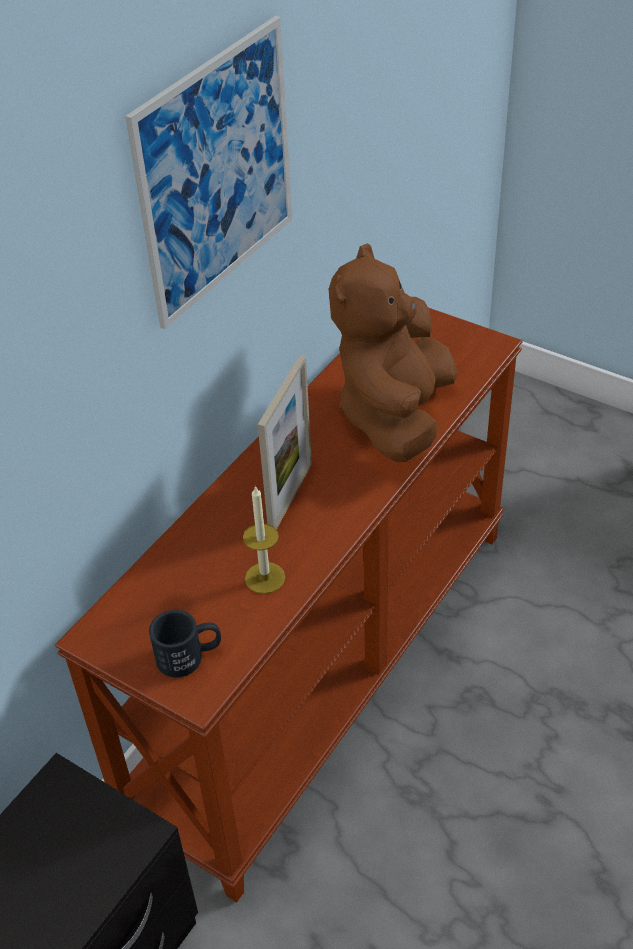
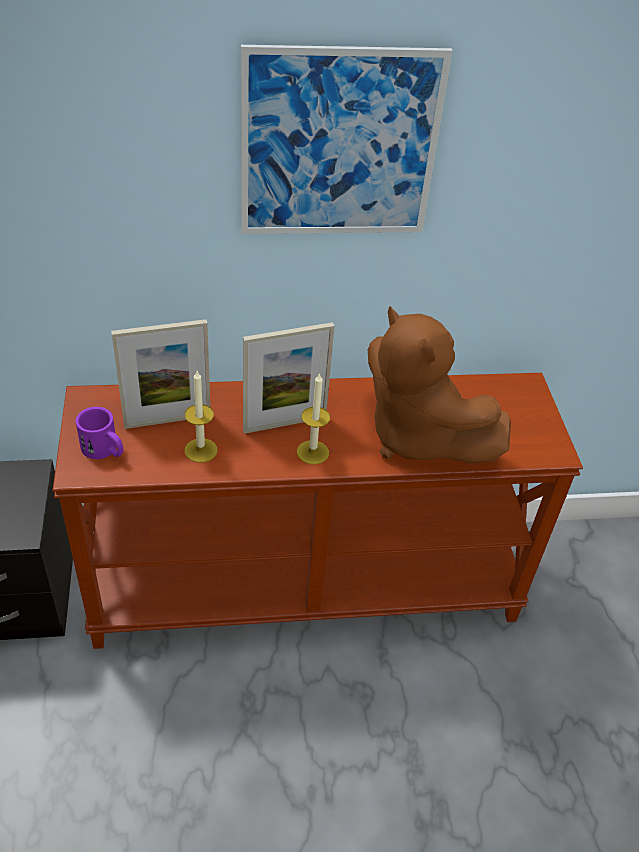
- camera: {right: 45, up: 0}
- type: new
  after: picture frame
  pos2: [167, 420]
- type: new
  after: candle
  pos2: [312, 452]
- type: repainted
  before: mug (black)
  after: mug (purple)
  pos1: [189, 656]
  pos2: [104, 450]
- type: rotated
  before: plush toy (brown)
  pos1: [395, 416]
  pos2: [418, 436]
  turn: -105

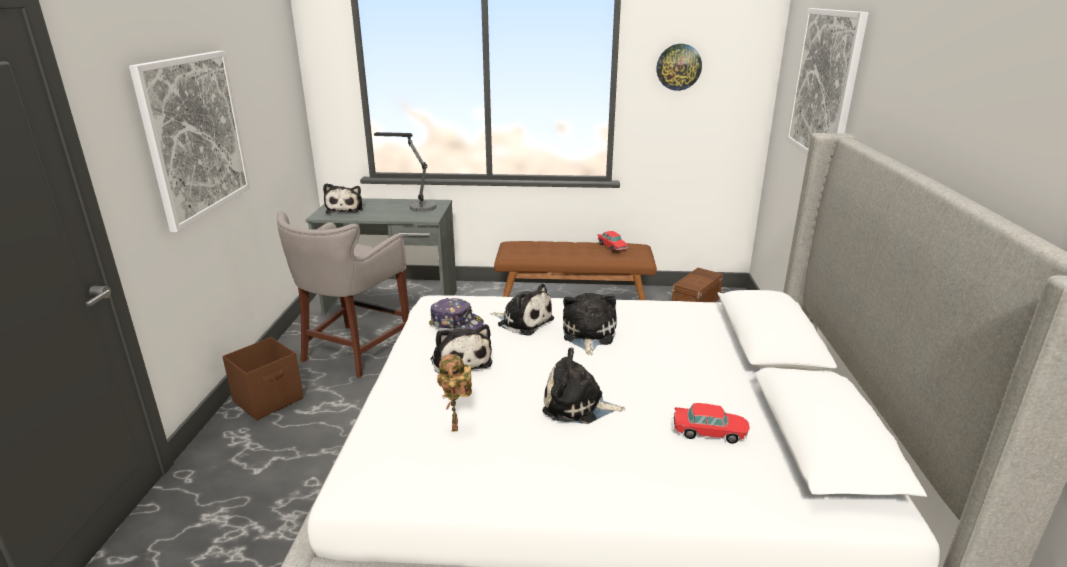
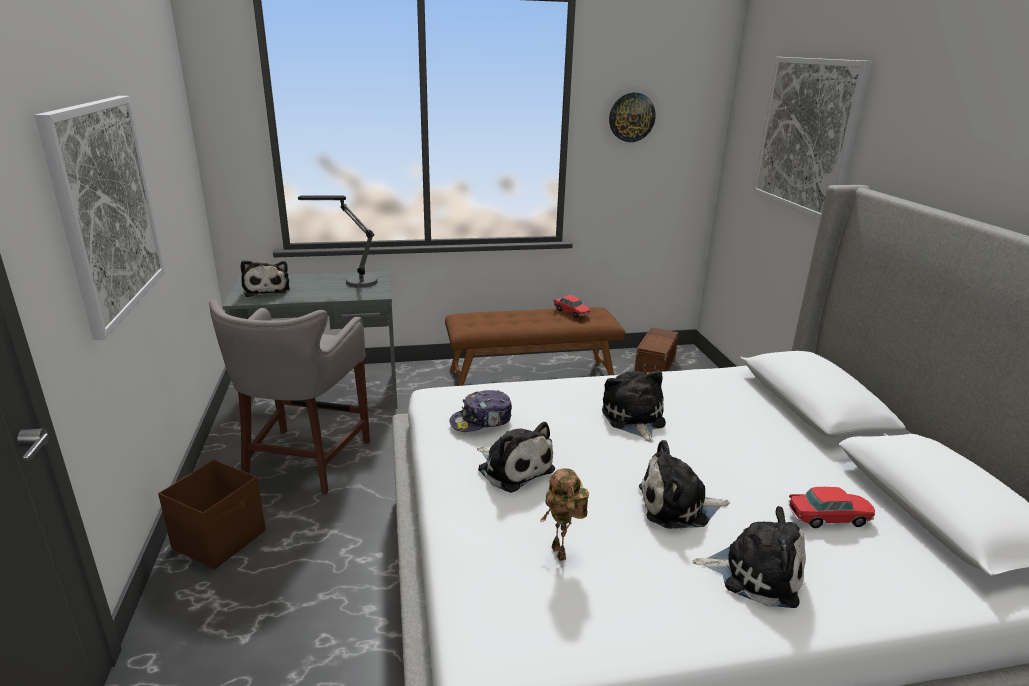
- camera: {right: -15, up: 0}
- type: shifted
  before: plush toy
  pos1: [523, 321]
  pos2: [755, 572]
- type: rotated
  before: cap
  pos1: [456, 323]
  pos2: [482, 421]
  turn: 150

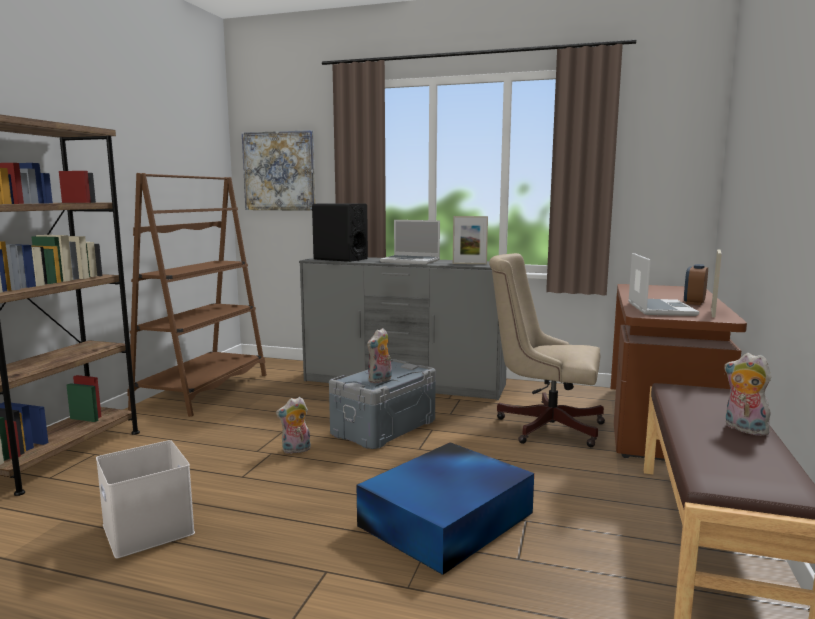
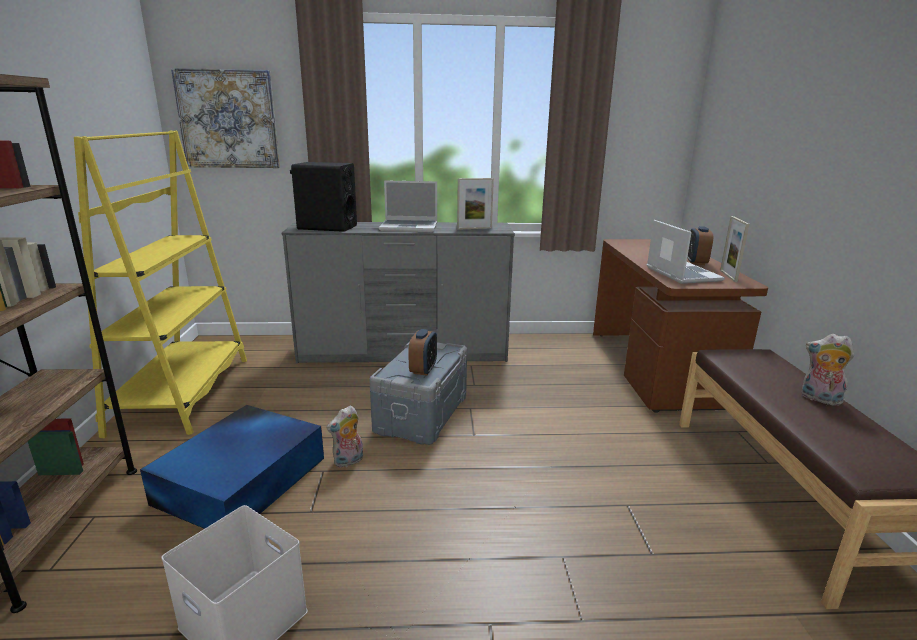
- camera: {right: -20, up: 10}
- type: gone
  before: office chair (beige)
  pos1: [543, 426]
- type: shifted
  before: storage box (blue)
  pos1: [448, 518]
  pos2: [244, 479]
- type: swapped
  before: plush toy
  after: alarm clock
  pos1: [380, 380]
  pos2: [423, 370]
- type: repainted
  before: bookcase (brown)
  after: bookcase (yellow)
  pos1: [203, 391]
  pos2: [183, 394]

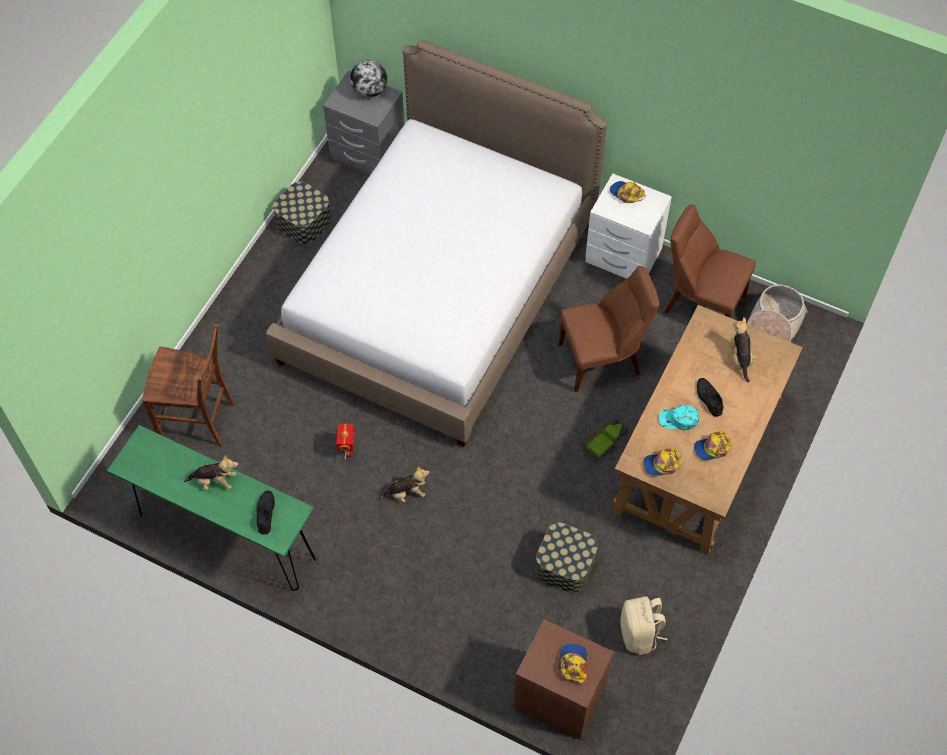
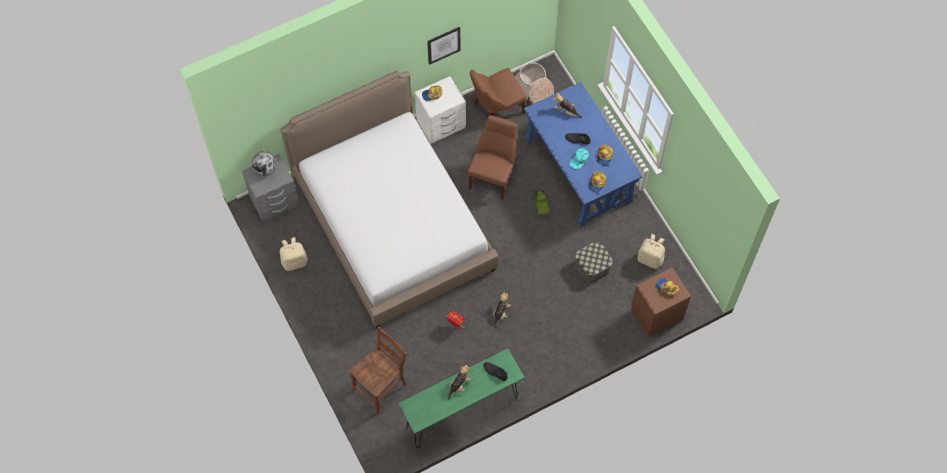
- camera: {right: -55, up: 5}
- type: new
  after: picture
  pos2: [443, 45]
- type: swapped
  before: storage box
  after: backpack (beige)
  pos1: [304, 222]
  pos2: [294, 261]
- type: repainted
  before: desk (brown)
  after: desk (blue)
  pos1: [697, 456]
  pos2: [578, 170]

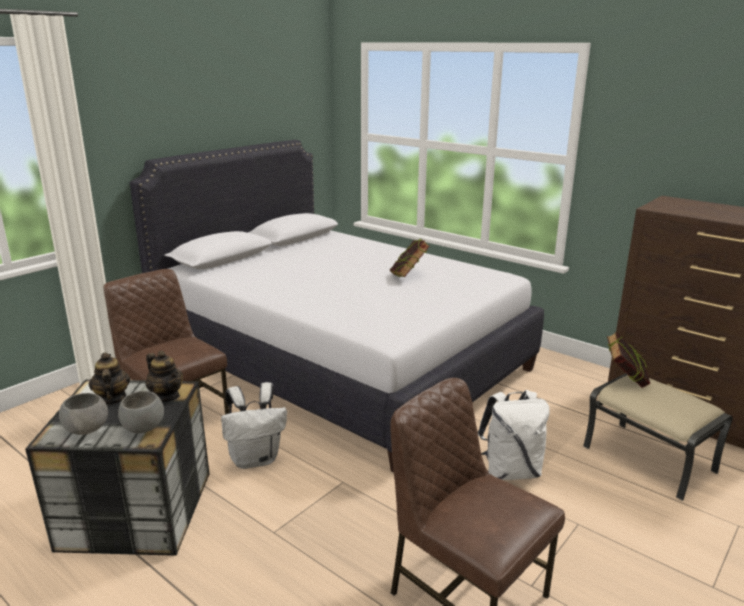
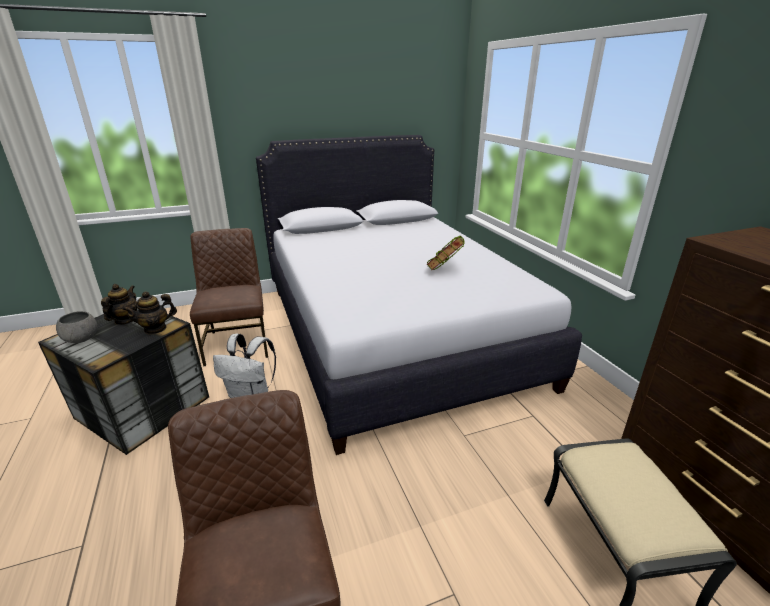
- camera: {right: 30, up: 5}
- type: gone
  before: bowl (grey)
  pos1: [143, 428]
- type: gone
  before: backpack (white)
  pos1: [510, 471]
- type: gone
  before: book
  pos1: [624, 381]
- type: rotated
  before: teapot
  pos1: [166, 396]
  pos2: [155, 329]
  turn: 75

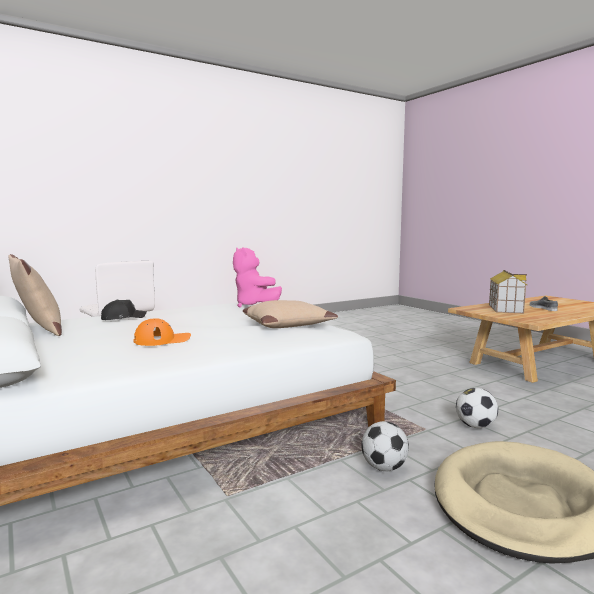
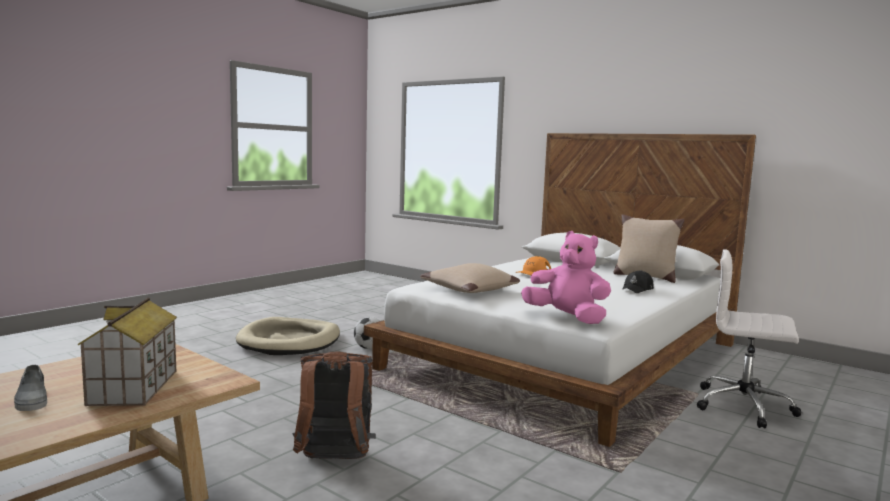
- camera: {right: 160, up: 0}
- type: gone
  before: football
  pos1: [475, 426]
- type: new
  after: backpack (brown)
  pos2: [334, 461]

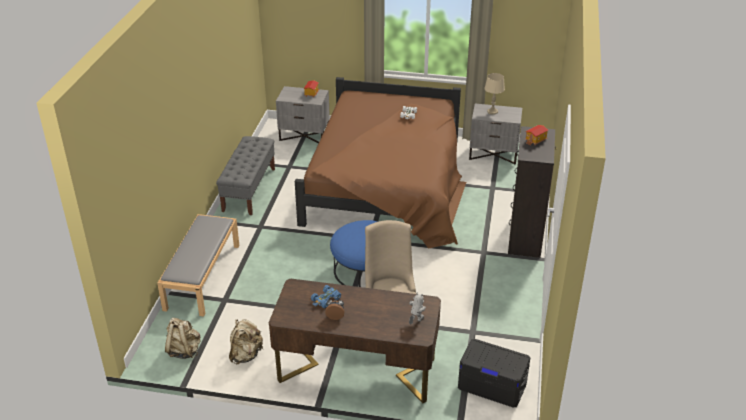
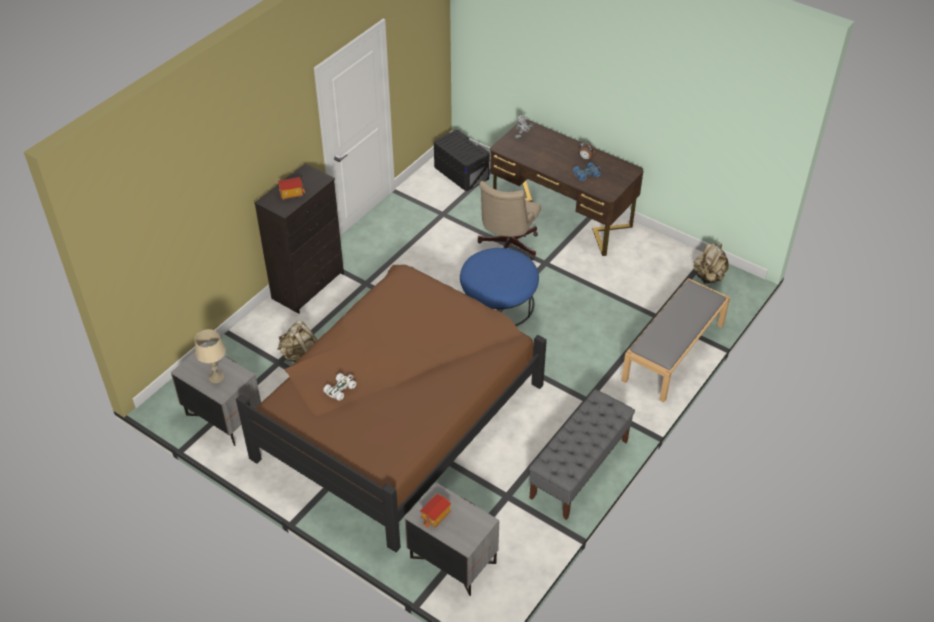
- camera: {right: -155, up: 10}
- type: shifted
  before: backpack (beige)
  pos1: [246, 355]
  pos2: [299, 355]

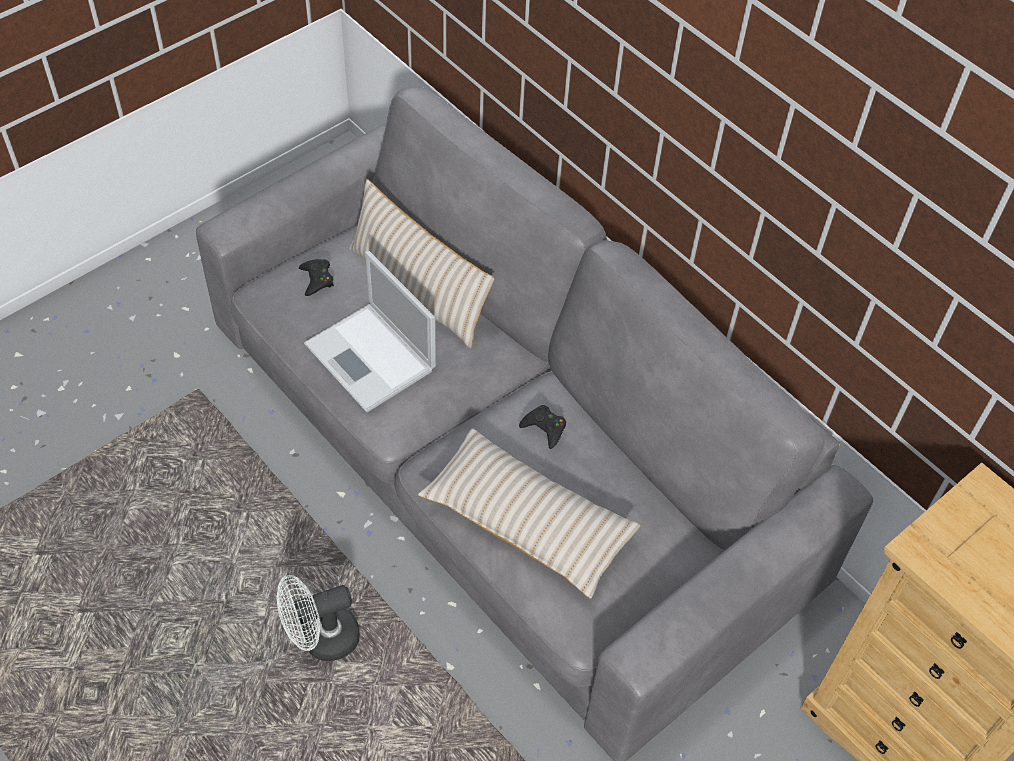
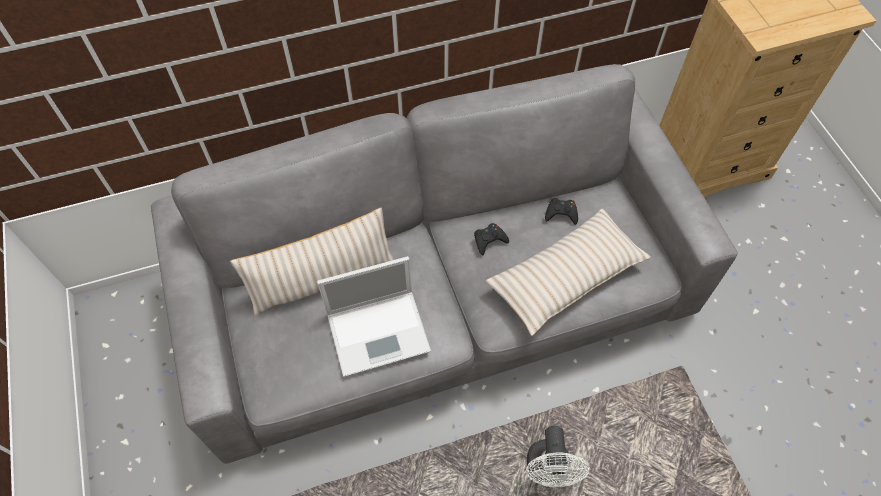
- camera: {right: -65, up: 5}
- type: shifted
  before: game controller (black)
  pos1: [317, 279]
  pos2: [561, 213]

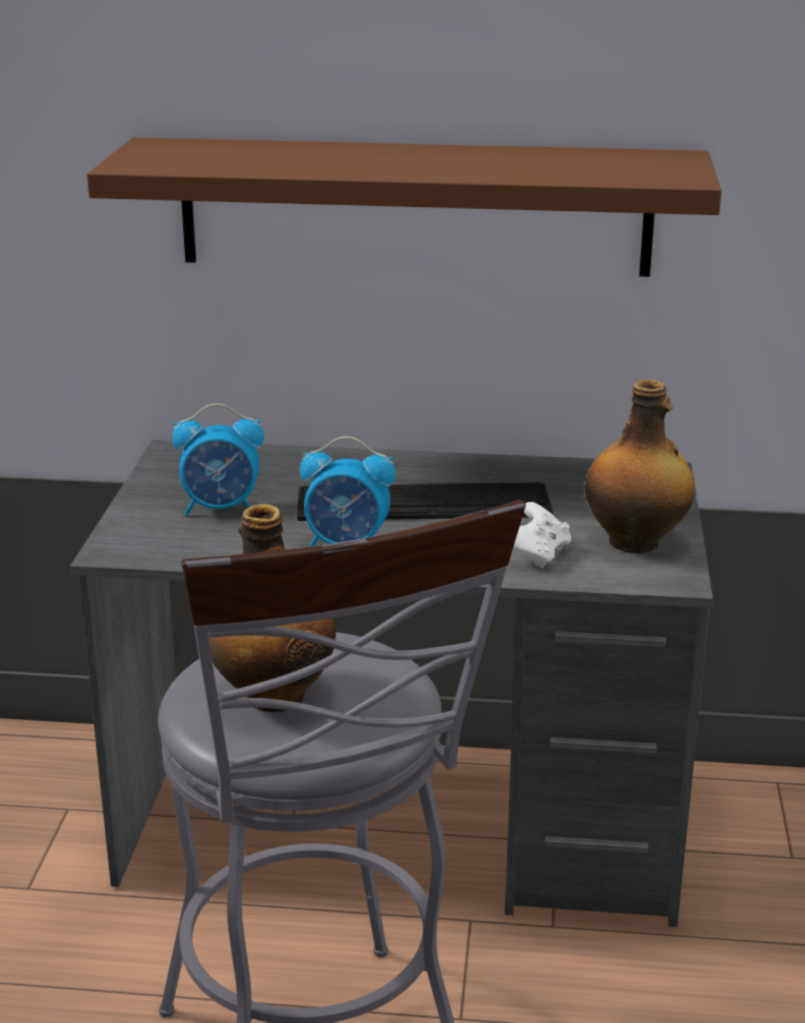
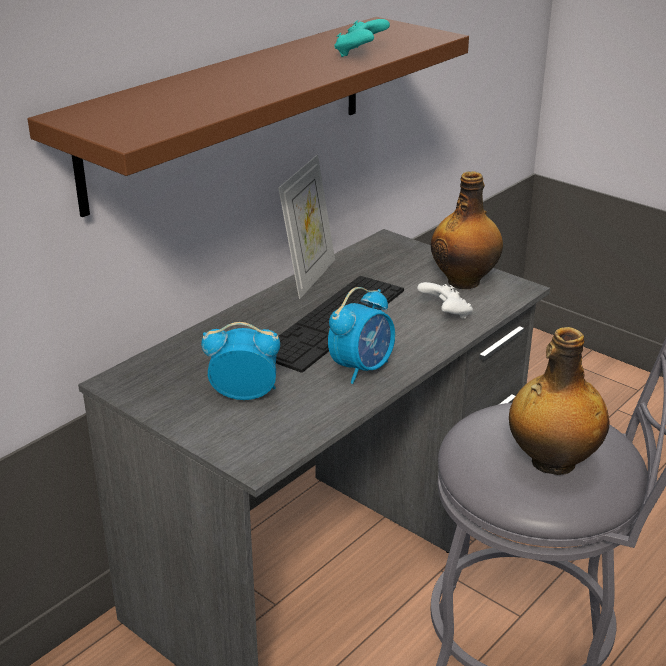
- camera: {right: -55, up: 5}
- type: new
  after: picture frame
  pos2: [309, 277]
- type: new
  after: game controller (turquoise)
  pos2: [360, 54]
- type: rotated
  before: alarm clock
  pos1: [221, 508]
  pos2: [244, 394]
  turn: -120

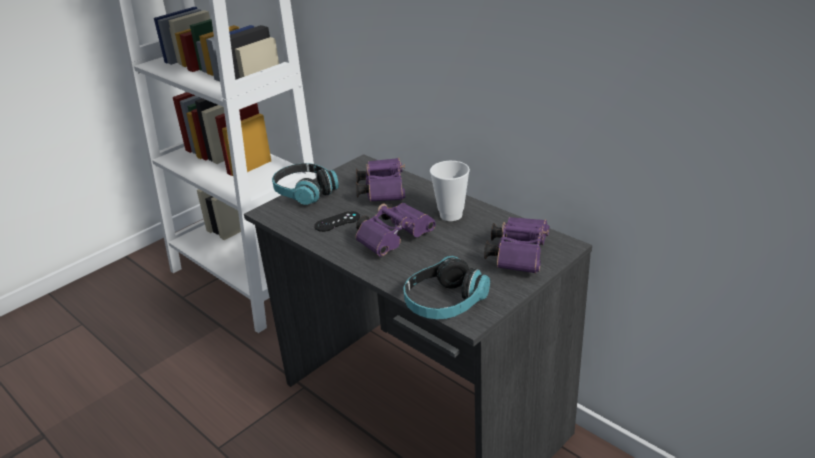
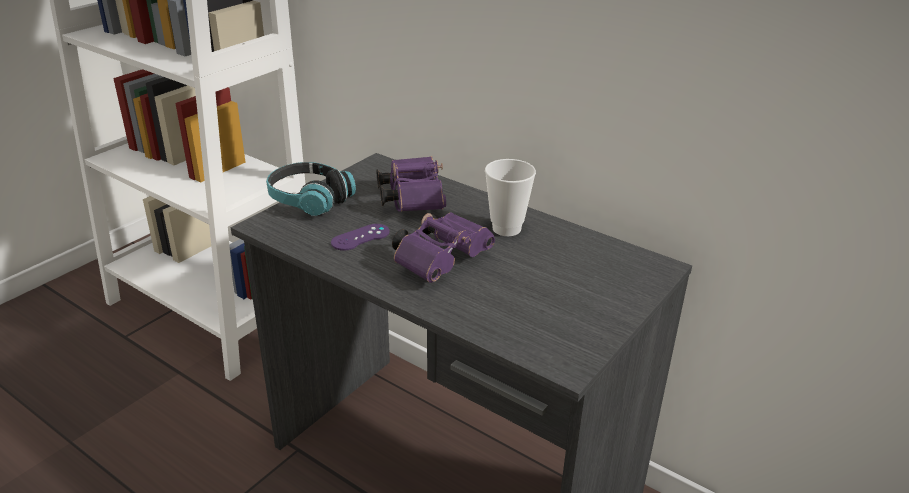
- camera: {right: -10, up: 0}
- type: gone
  before: headphones
  pos1: [444, 302]
- type: gone
  before: binoculars (purple)
  pos1: [519, 255]
- type: repainted
  before: game controller (black)
  after: game controller (purple)
  pos1: [337, 222]
  pos2: [360, 237]

